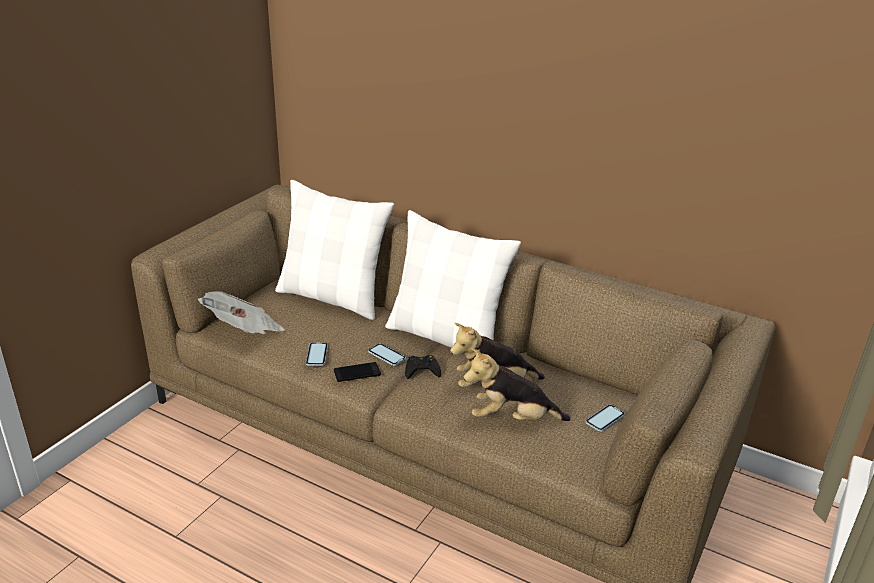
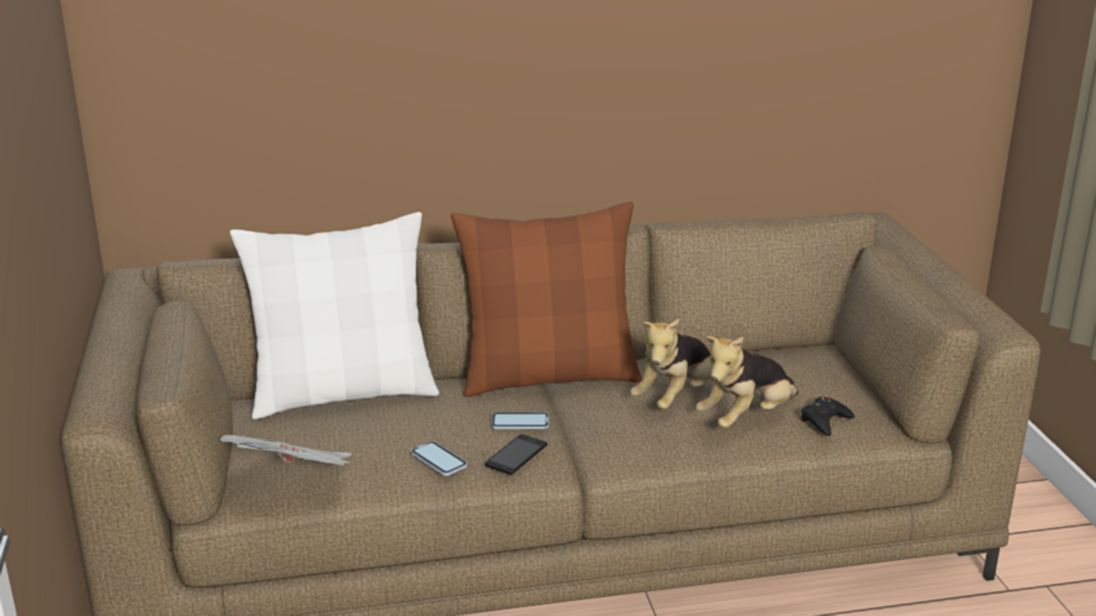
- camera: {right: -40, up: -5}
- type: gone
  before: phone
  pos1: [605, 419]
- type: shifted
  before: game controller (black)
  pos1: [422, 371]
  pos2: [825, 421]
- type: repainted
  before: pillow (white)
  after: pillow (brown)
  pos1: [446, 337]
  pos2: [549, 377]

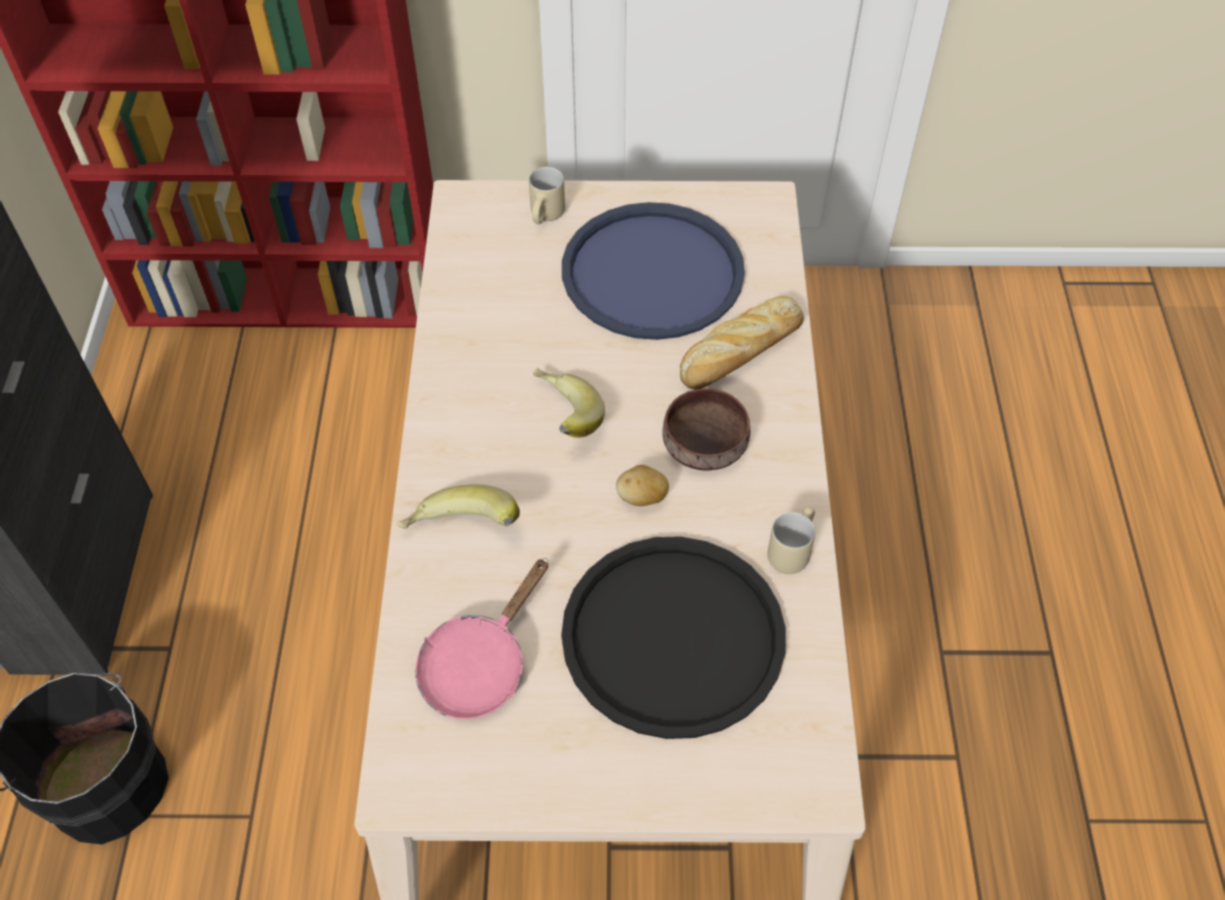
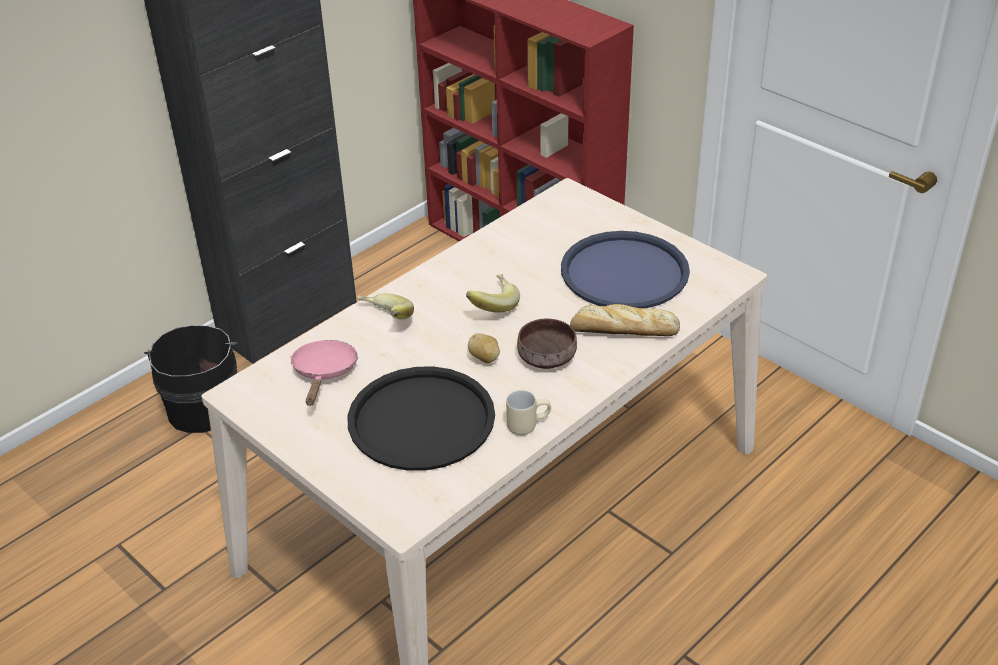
- camera: {right: 45, up: -15}
- type: gone
  before: mug (beige)
  pos1: [547, 217]
- type: rotated
  before: frying pan (pink)
  pos1: [479, 665]
  pos2: [324, 373]
  turn: 105

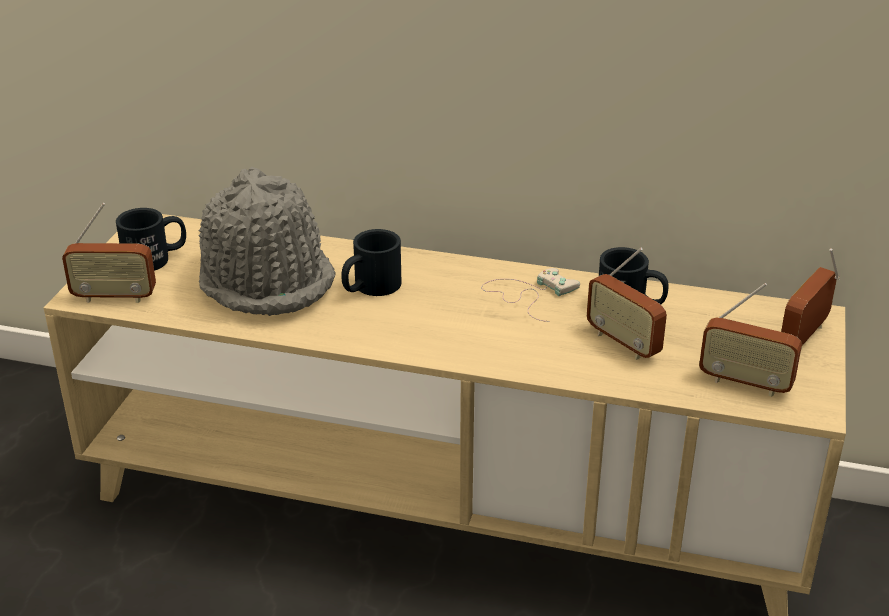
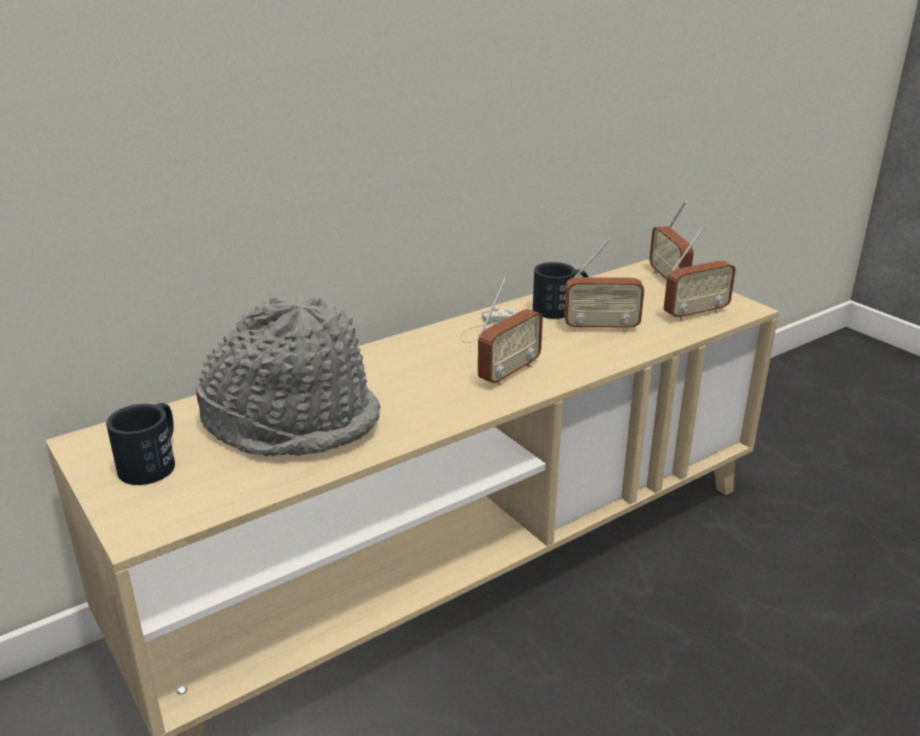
- camera: {right: -50, up: -5}
- type: gone
  before: mug (black)
  pos1: [370, 288]
- type: shifted
  before: radio
  pos1: [114, 297]
  pos2: [509, 373]

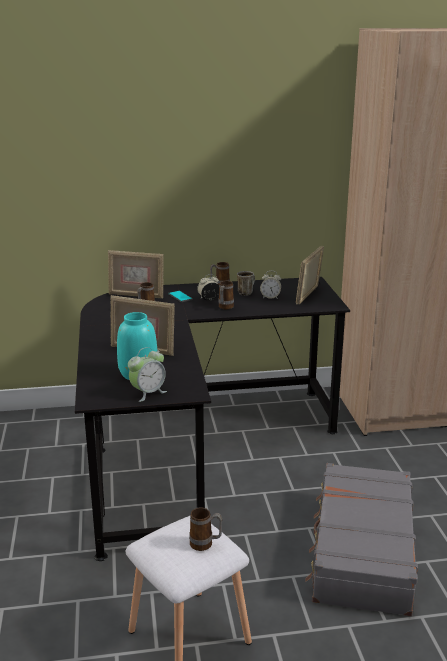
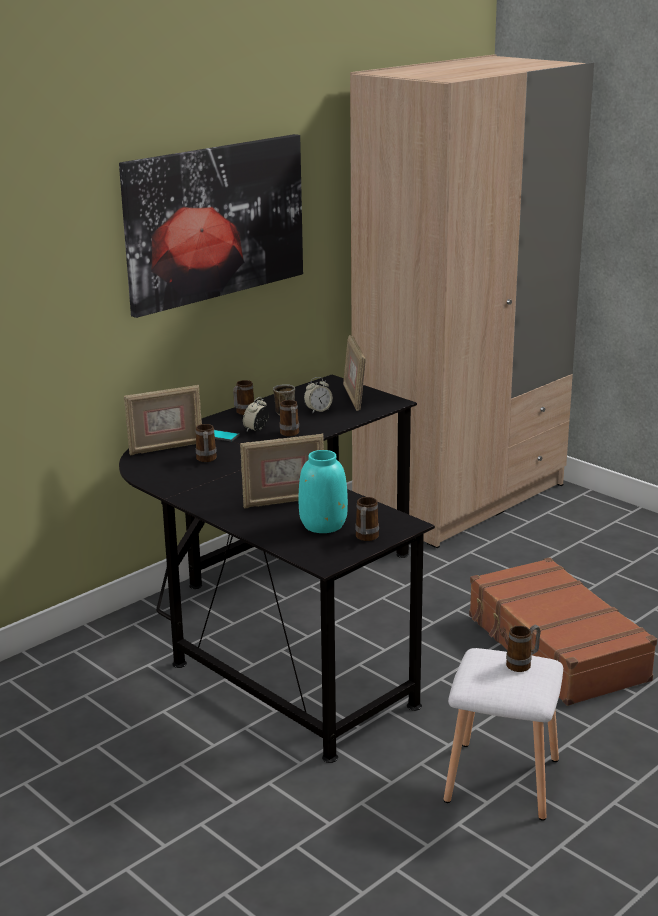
- camera: {right: -35, up: 0}
- type: new
  after: picture
  pos2: [215, 222]
- type: swapped
  before: alarm clock
  after: mug
  pos1: [148, 393]
  pos2: [366, 538]
- type: repainted
  before: suitcase (grey)
  after: suitcase (brown)
  pos1: [361, 550]
  pos2: [555, 648]

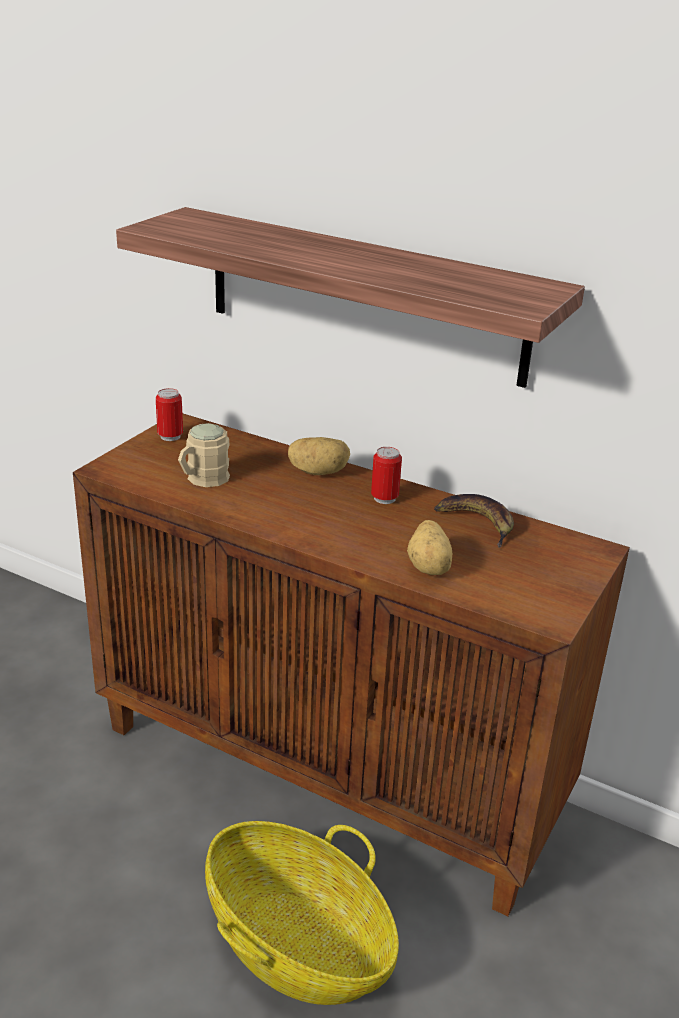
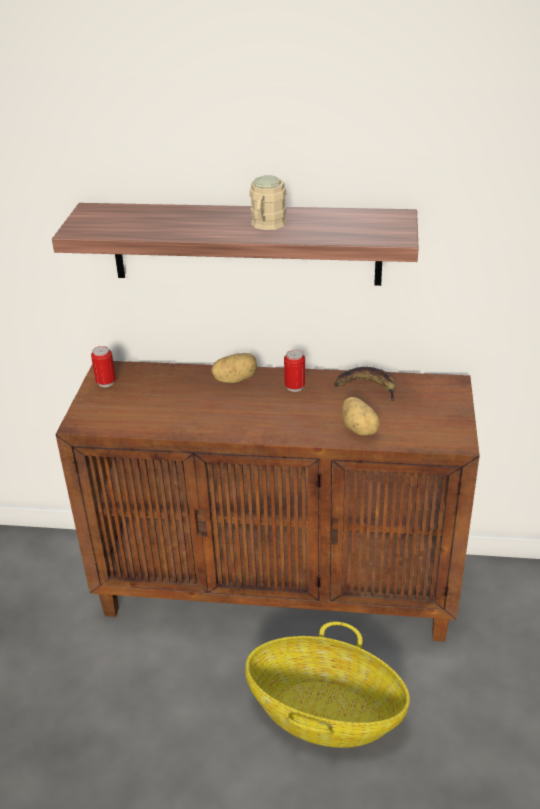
- camera: {right: -20, up: 5}
- type: shifted
  before: mug (beige)
  pos1: [202, 479]
  pos2: [266, 225]

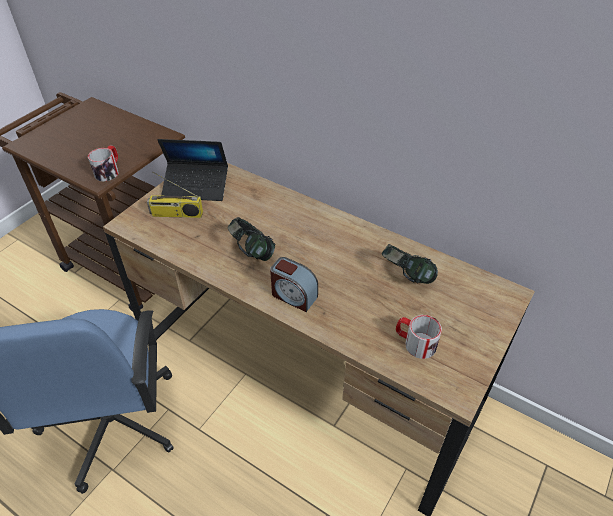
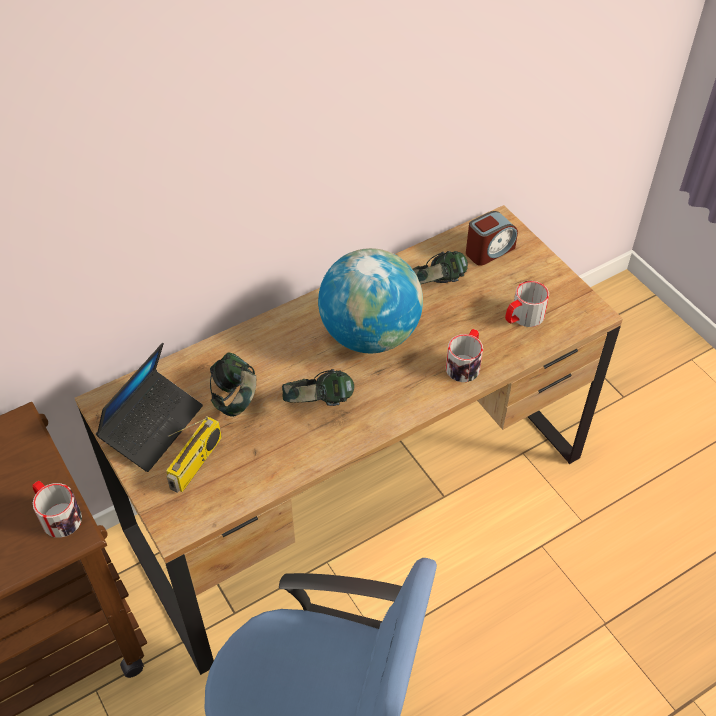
- camera: {right: -65, up: 5}
- type: new
  after: headphones
  pos2: [235, 398]
- type: new
  after: globe
  pos2: [370, 334]
- type: new
  after: mug
  pos2: [465, 363]
- type: shifted
  before: alarm clock
  pos1: [293, 296]
  pos2: [489, 251]

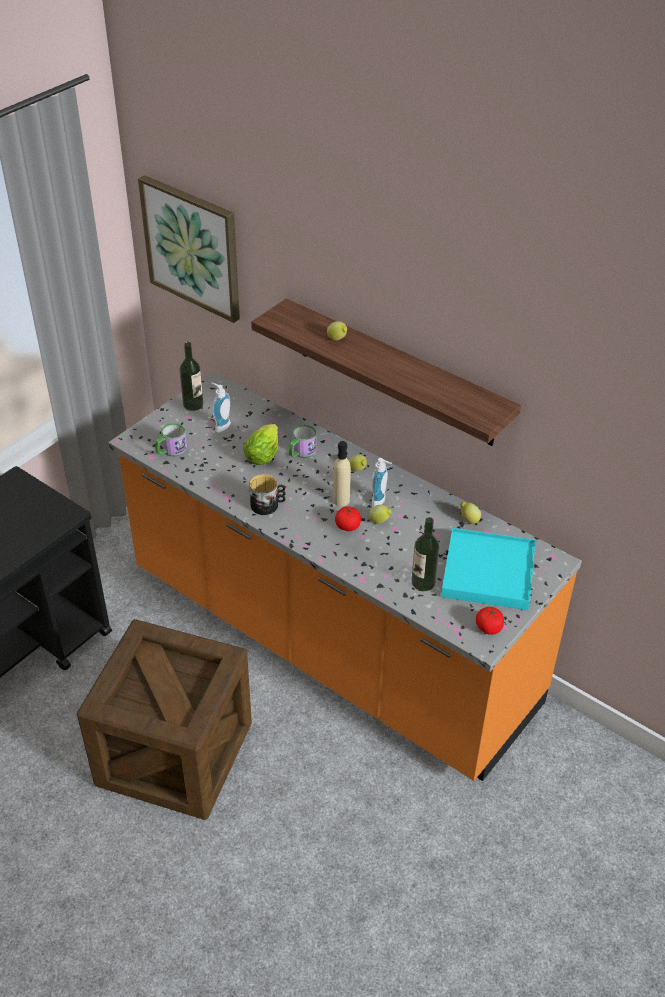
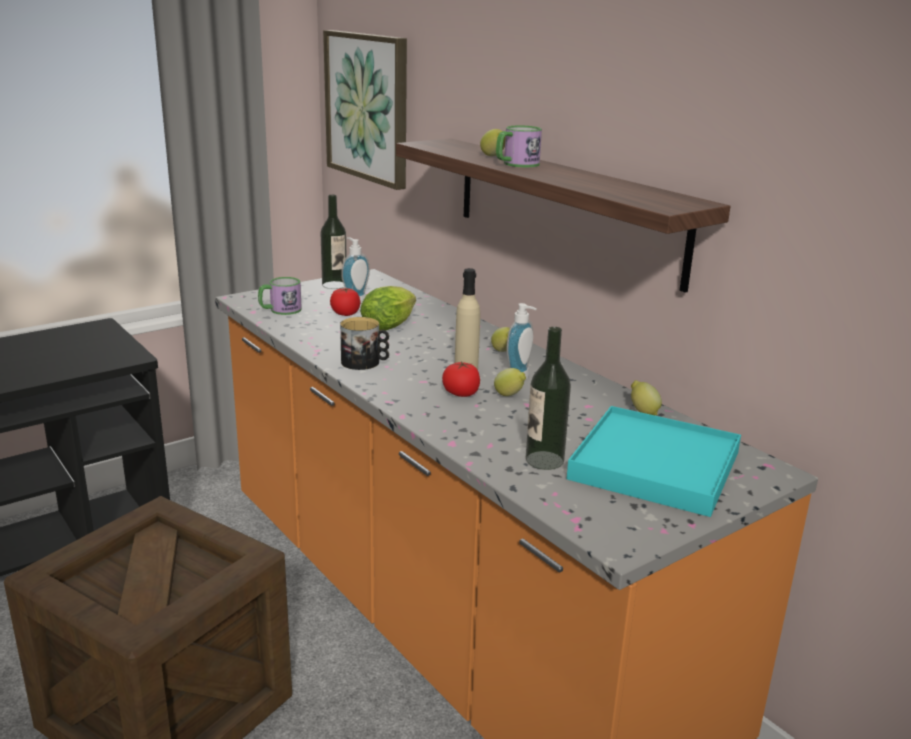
- camera: {right: 15, up: -20}
- type: shifted
  before: mug
  pos1: [301, 452]
  pos2: [516, 164]
- type: shifted
  before: tomato
  pos1: [488, 628]
  pos2: [345, 314]

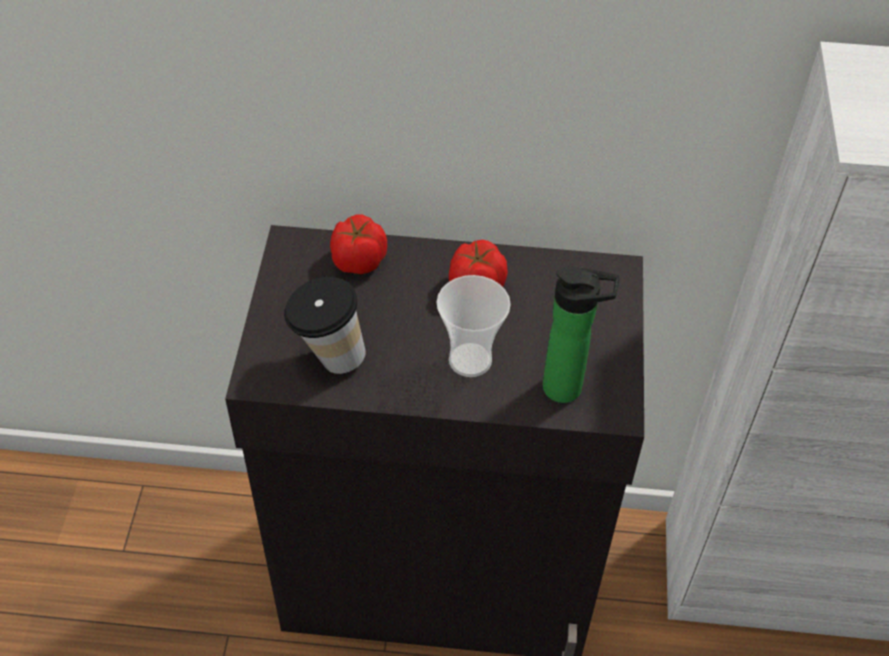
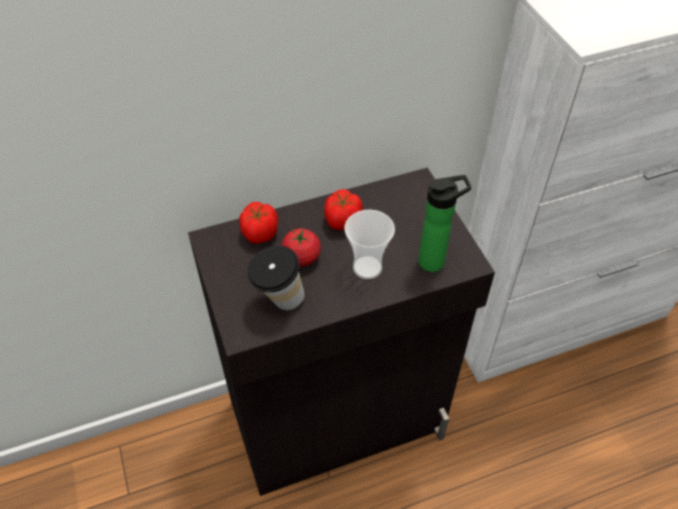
- camera: {right: -25, up: 0}
- type: new
  after: tomato
  pos2: [301, 257]

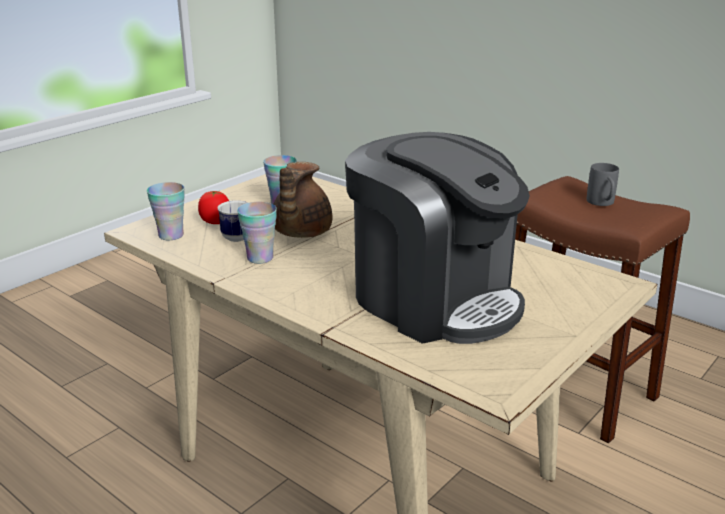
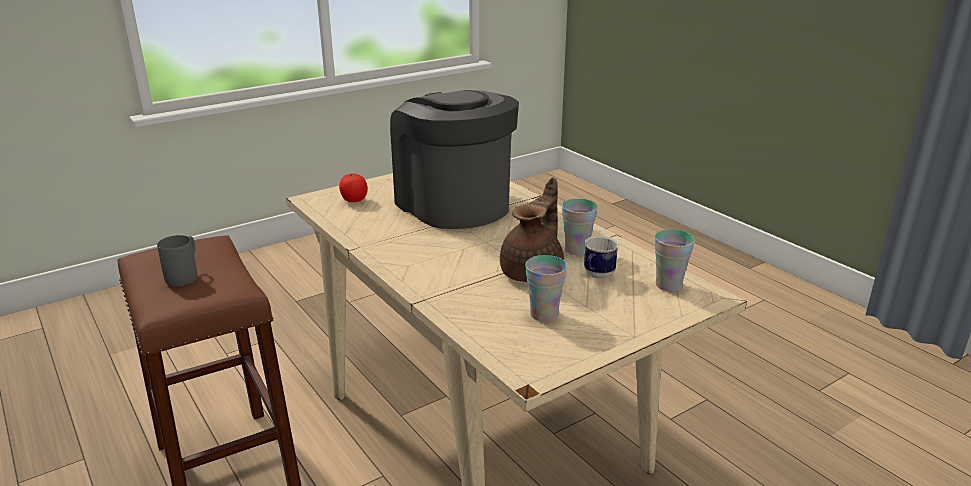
- camera: {right: -165, up: 0}
- type: shifted
  before: tomato
  pos1: [216, 222]
  pos2: [354, 200]

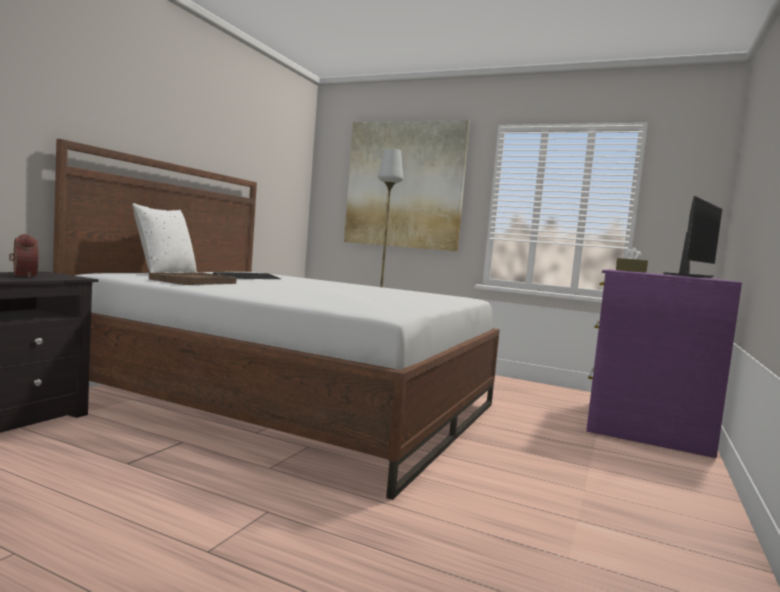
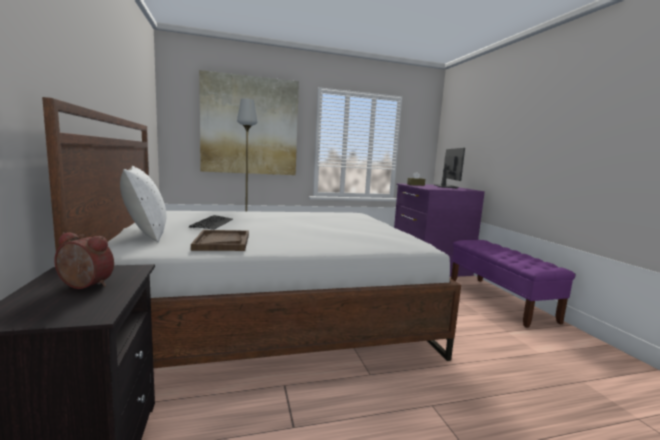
- camera: {right: -40, up: 5}
- type: new
  after: bench (purple)
  pos2: [499, 300]

